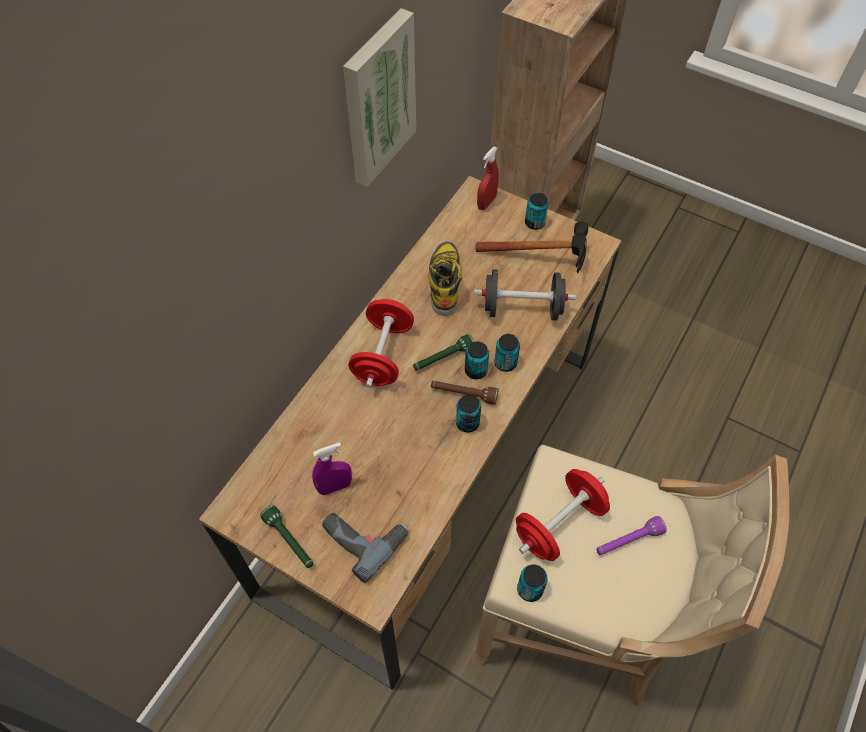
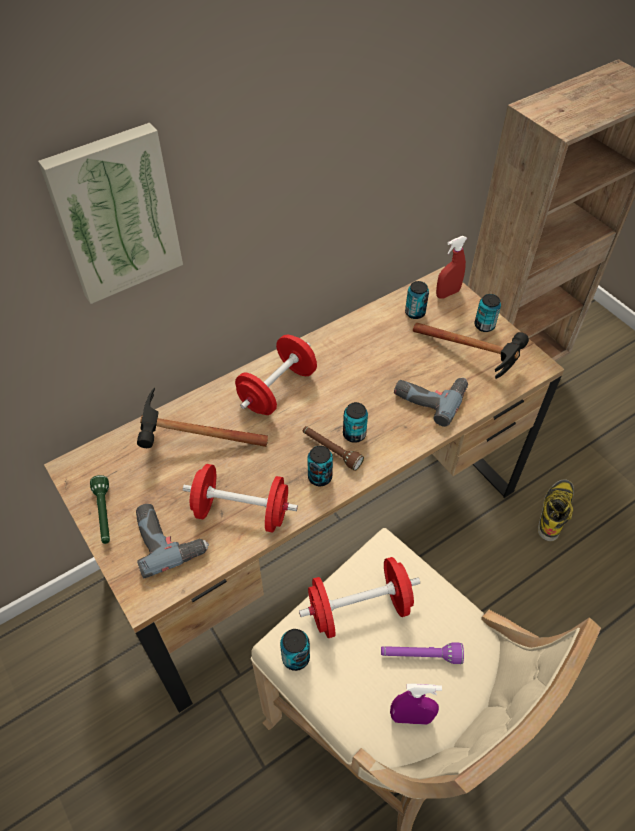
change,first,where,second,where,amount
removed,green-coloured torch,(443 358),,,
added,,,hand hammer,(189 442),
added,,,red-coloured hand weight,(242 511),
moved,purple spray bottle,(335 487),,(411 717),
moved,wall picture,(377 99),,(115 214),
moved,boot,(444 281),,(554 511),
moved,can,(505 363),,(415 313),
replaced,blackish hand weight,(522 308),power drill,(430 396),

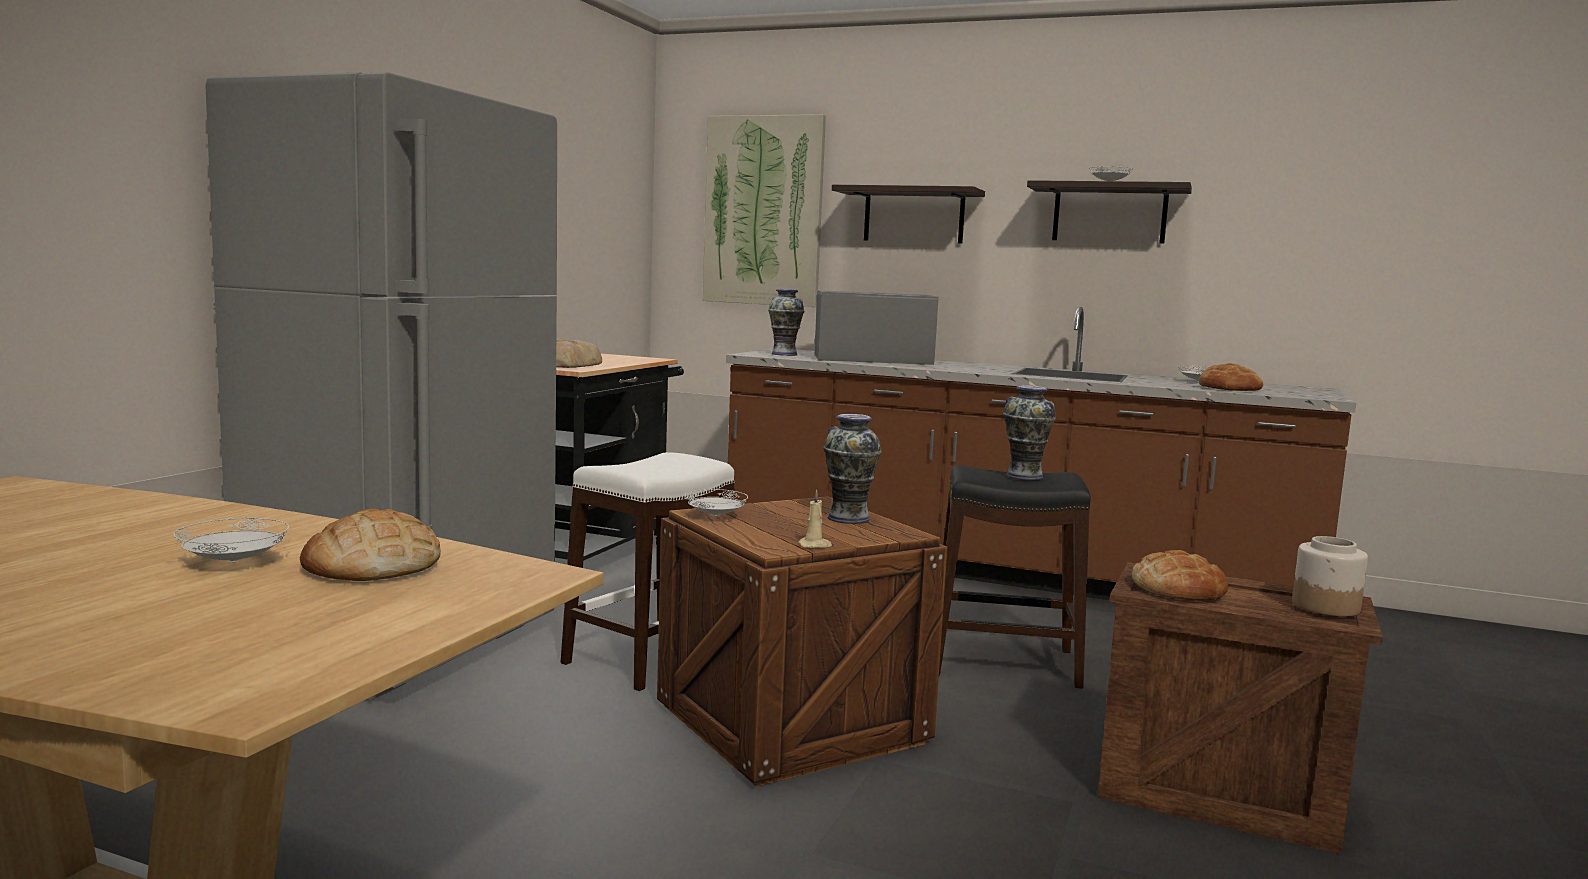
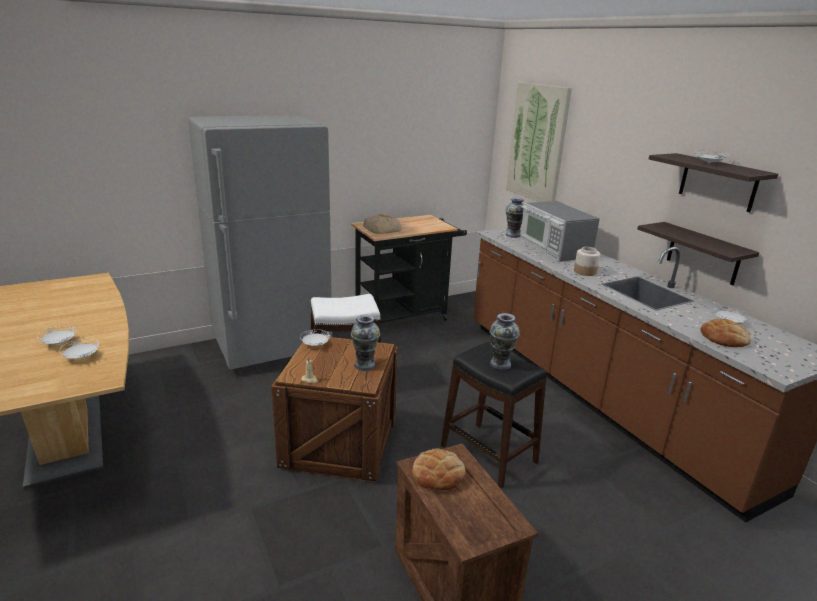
change,first,where,second,where,amount
moved,shelf,(914 216),,(703 254),
moved,preserve jar,(1326 606),,(585 272),
replaced,baked bread,(371 565),white-coloured dinner plate,(81 357),
turned,microwave,(871 359),,(553 249),150 degrees counterclockwise

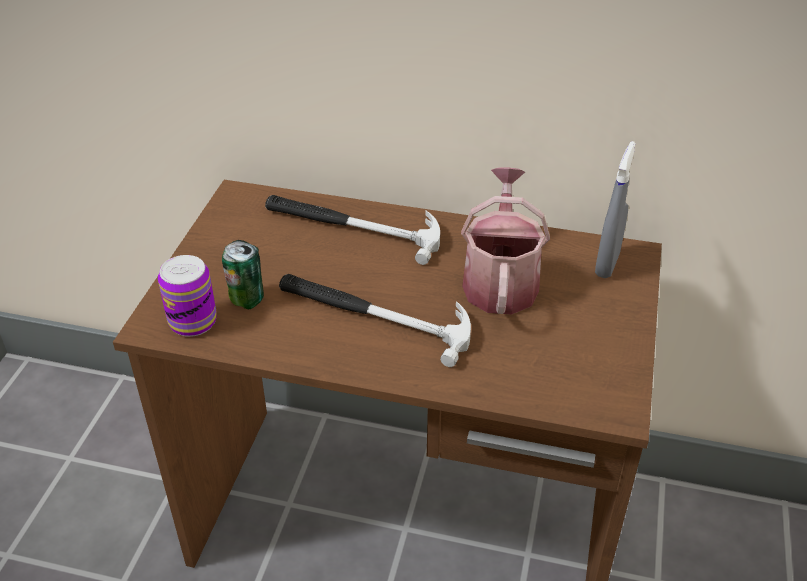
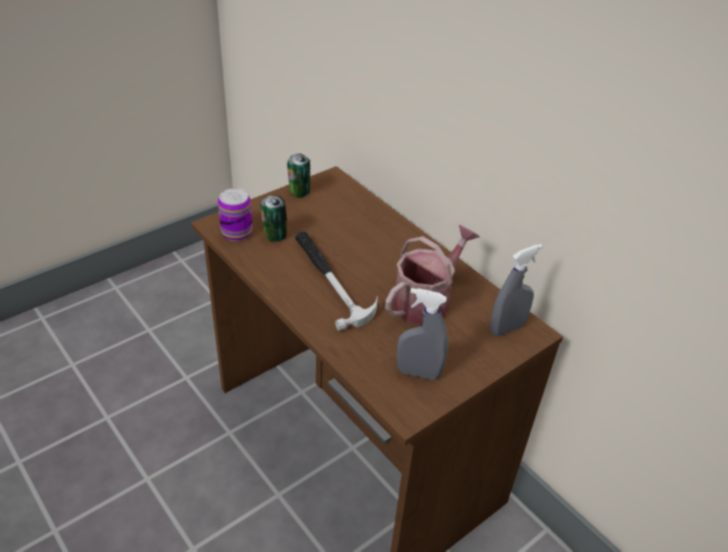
change,first,where,second,where,amount
removed,hand hammer,(352 227),,,
added,,,can,(299 192),
added,,,greyish spray bottle,(418 373),

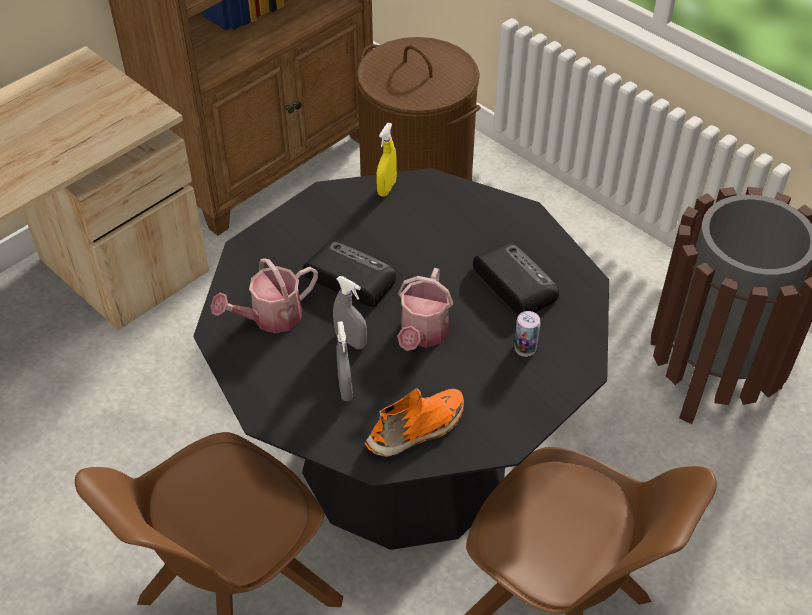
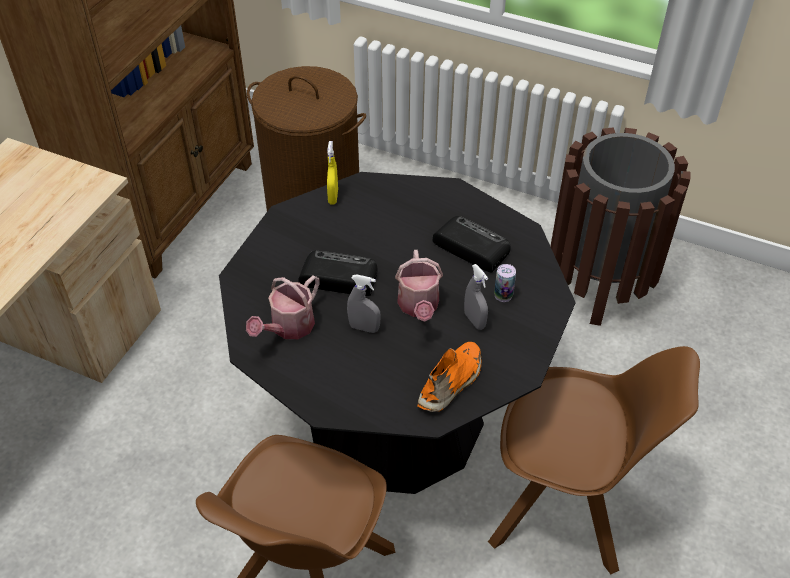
change,first,where,second,where,amount
moved,greyish spray bottle,(345 388),,(474 320),

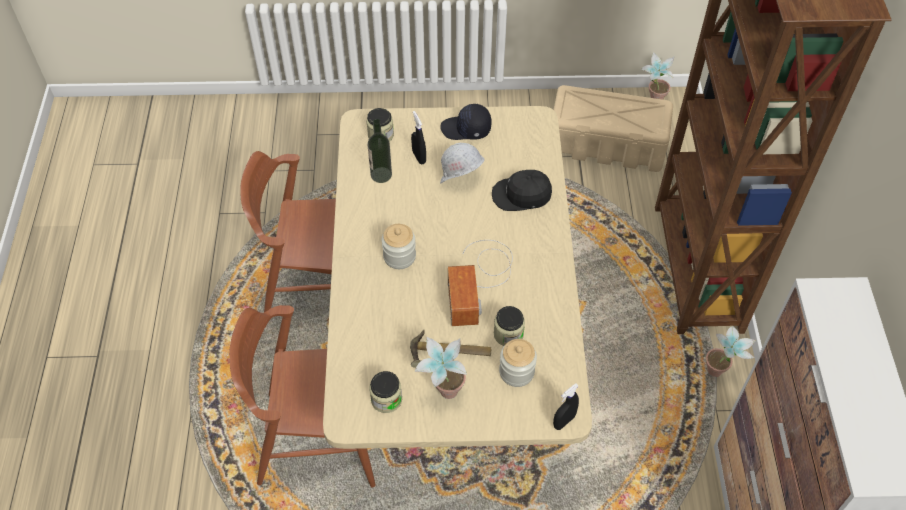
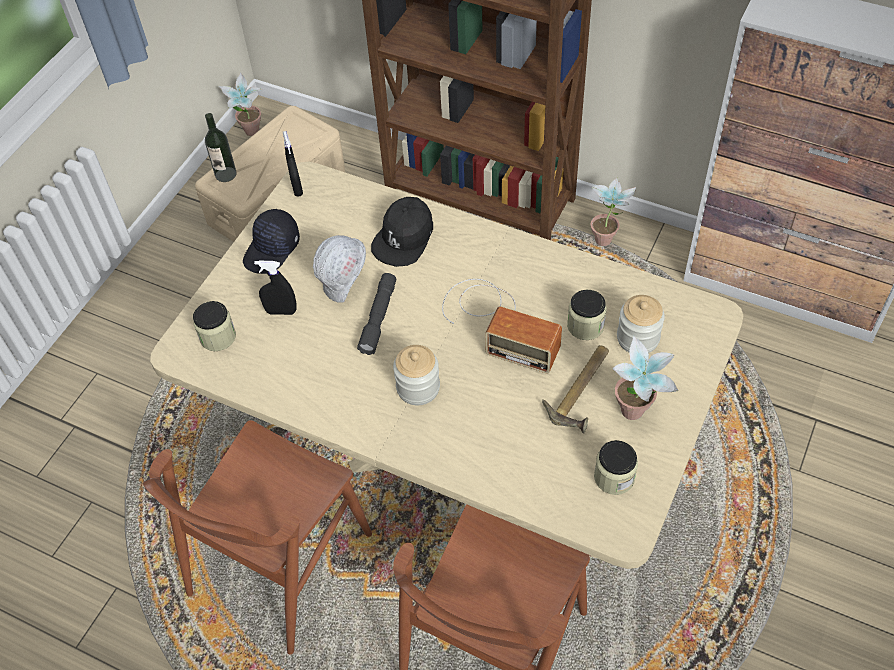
change,first,where,second,where,amount
added,,,greyish torch,(378 318),
moved,drink bottle,(381 175),,(225 174),
moved,blackish spray bottle,(564 421),,(297 188),

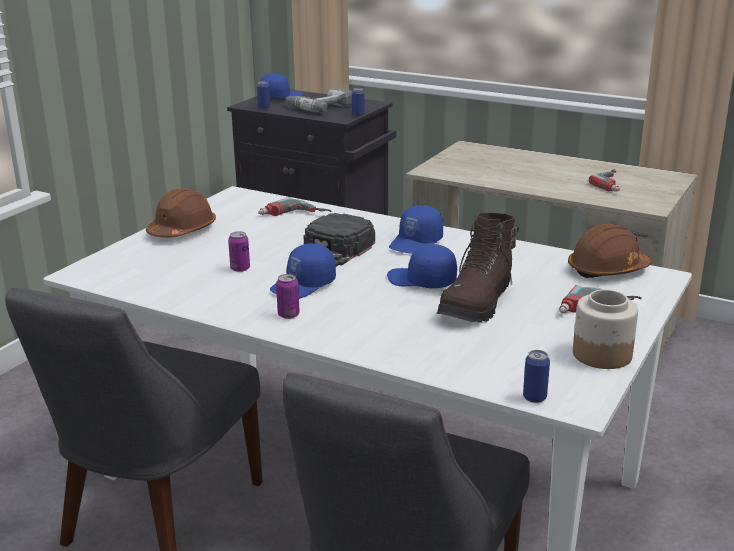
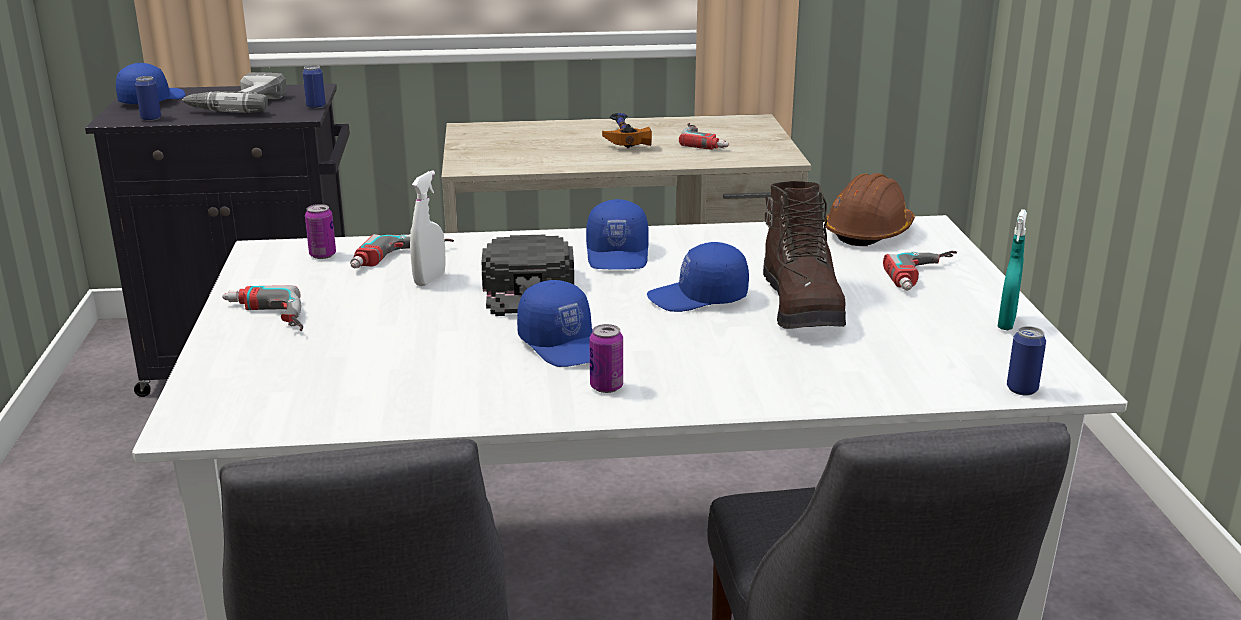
change,first,where,second,where,amount
added,,,white-coloured spray bottle,(430 279),
added,,,hand hammer,(622 138),
moved,can,(240 268),,(322 255),
replaced,brown work helmet,(182 230),power drill,(263 319),
replaced,preserve jar,(601 354),blue-green spray bottle,(1006 323),
turned,blue-coloured cap,(304 285),,(564 344),45 degrees counterclockwise

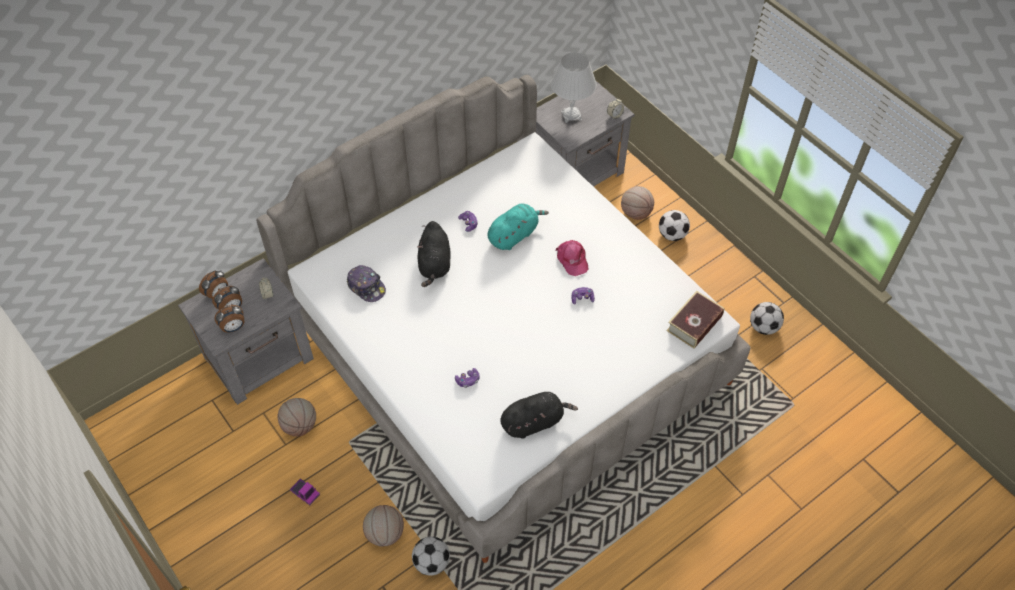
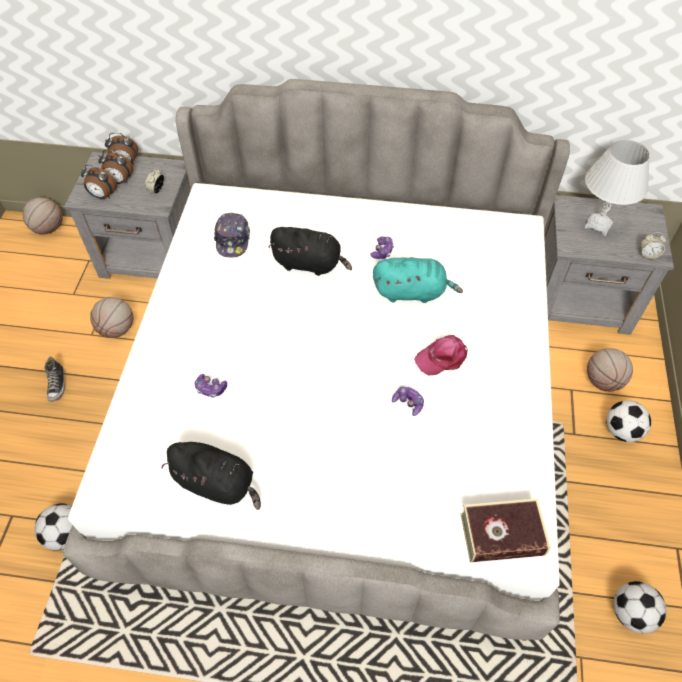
change,first,where,second,where,amount
moved,ball for basketball,(385 533),,(48 228),
replaced,model truck,(305 493),low shoe,(57 385),
turned,blackish plush toy,(434 264),,(310 264),120 degrees counterclockwise
turned,pinkish cap,(572 259),,(442 357),45 degrees clockwise

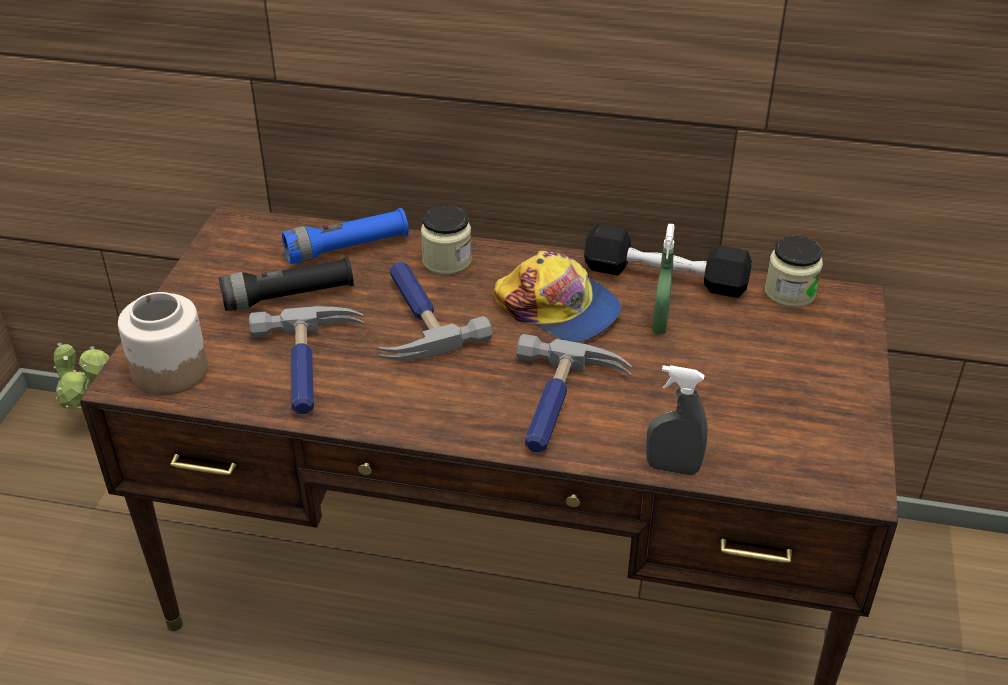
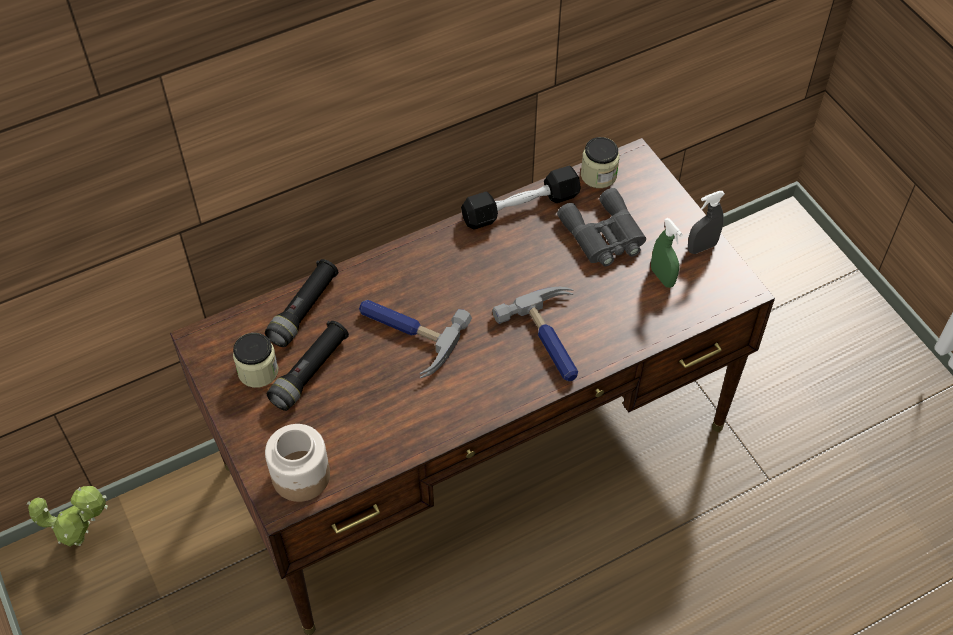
change,first,where,second,where,amount
removed,hand hammer,(309 367),,,
removed,cap,(558 308),,,
added,,,greyish pair of binoculars,(604 236),
moved,preserve jar,(447 261),,(258 371),
moved,greyish spray bottle,(672 468),,(701 247),
moved,green-coloured spray bottle,(660 323),,(662 277),
recoloured,blue-coloured torch,(347 248),blackish torch,(304 310),

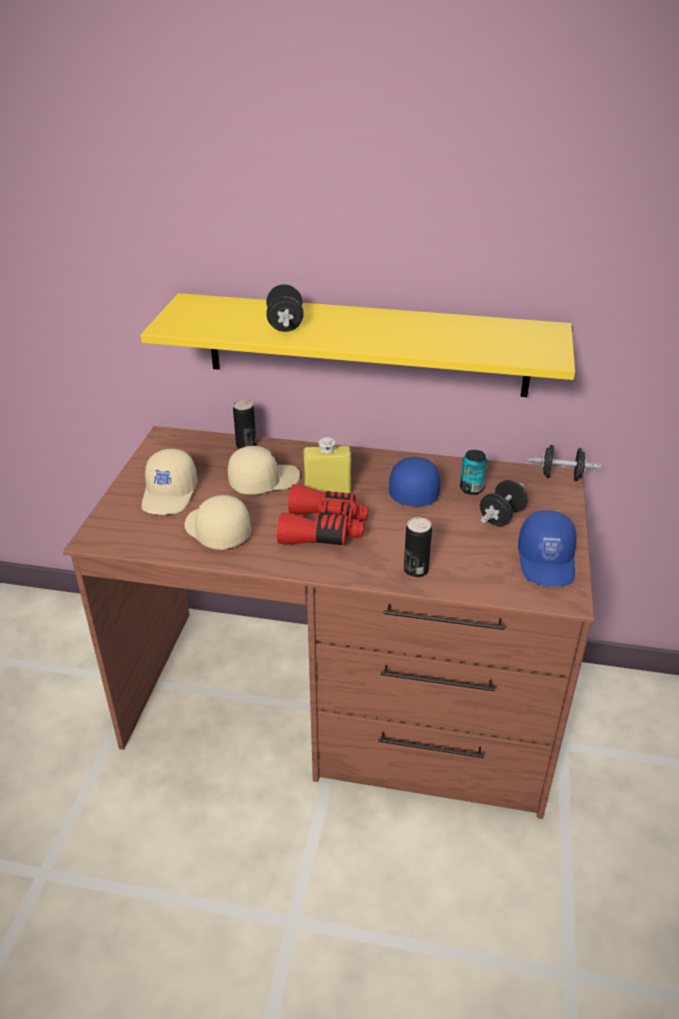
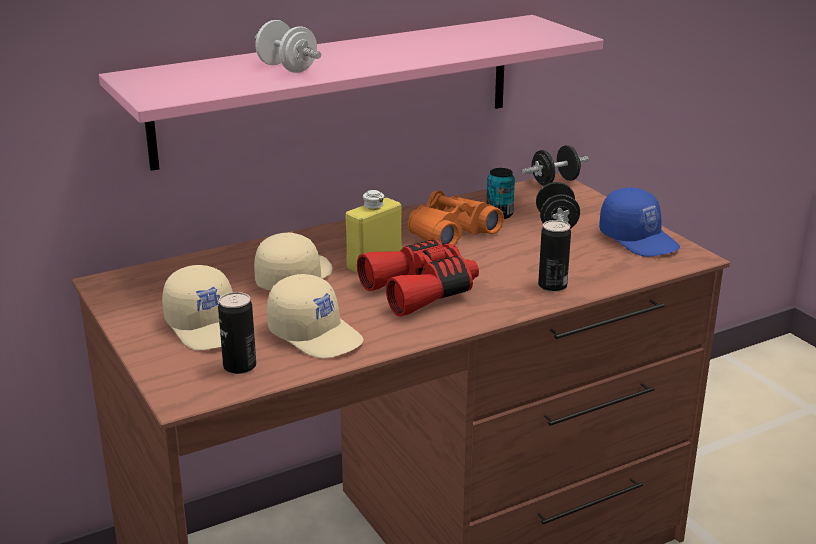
change,first,where,second,where,amount
moved,can,(246 445),,(240 366),
replaced,blue-coloured cap,(412 489),orange pair of binoculars,(450 233),
recoloured,yellowish shelf,(366 345),pinkish shelf,(337 89),
recoloured,blackish hand weight,(285 325),white-coloured hand weight,(287 68),
turned,beige cap,(216 531),,(316 335),150 degrees counterclockwise

